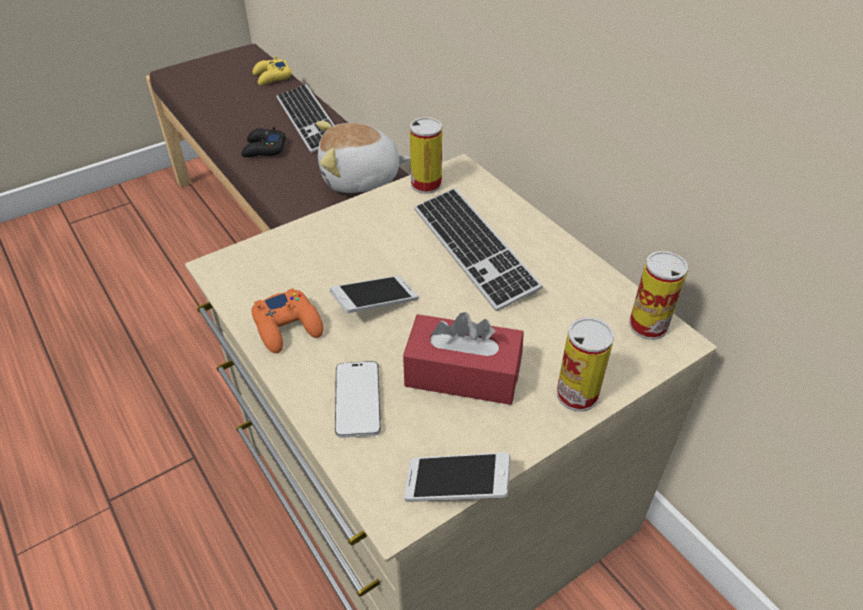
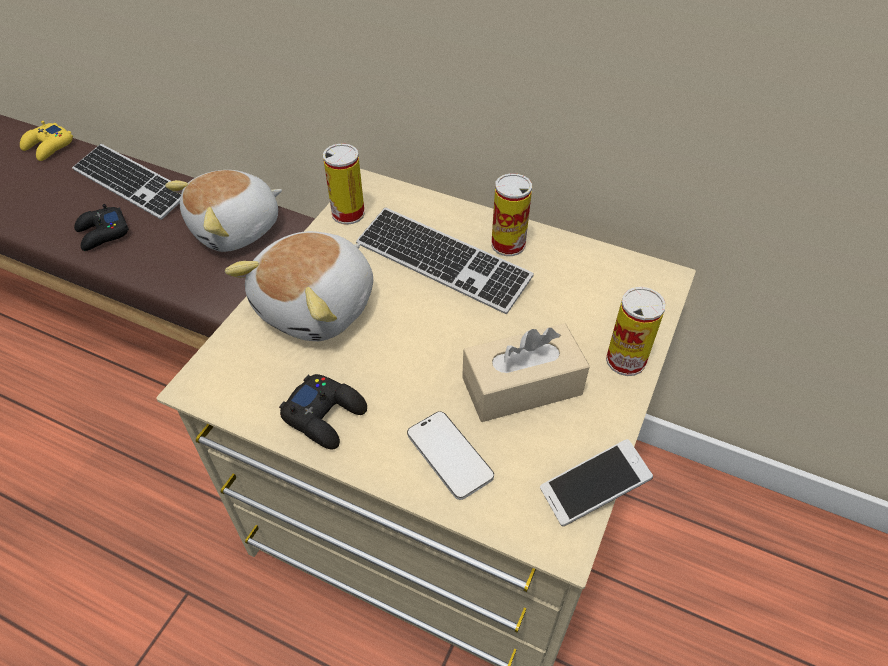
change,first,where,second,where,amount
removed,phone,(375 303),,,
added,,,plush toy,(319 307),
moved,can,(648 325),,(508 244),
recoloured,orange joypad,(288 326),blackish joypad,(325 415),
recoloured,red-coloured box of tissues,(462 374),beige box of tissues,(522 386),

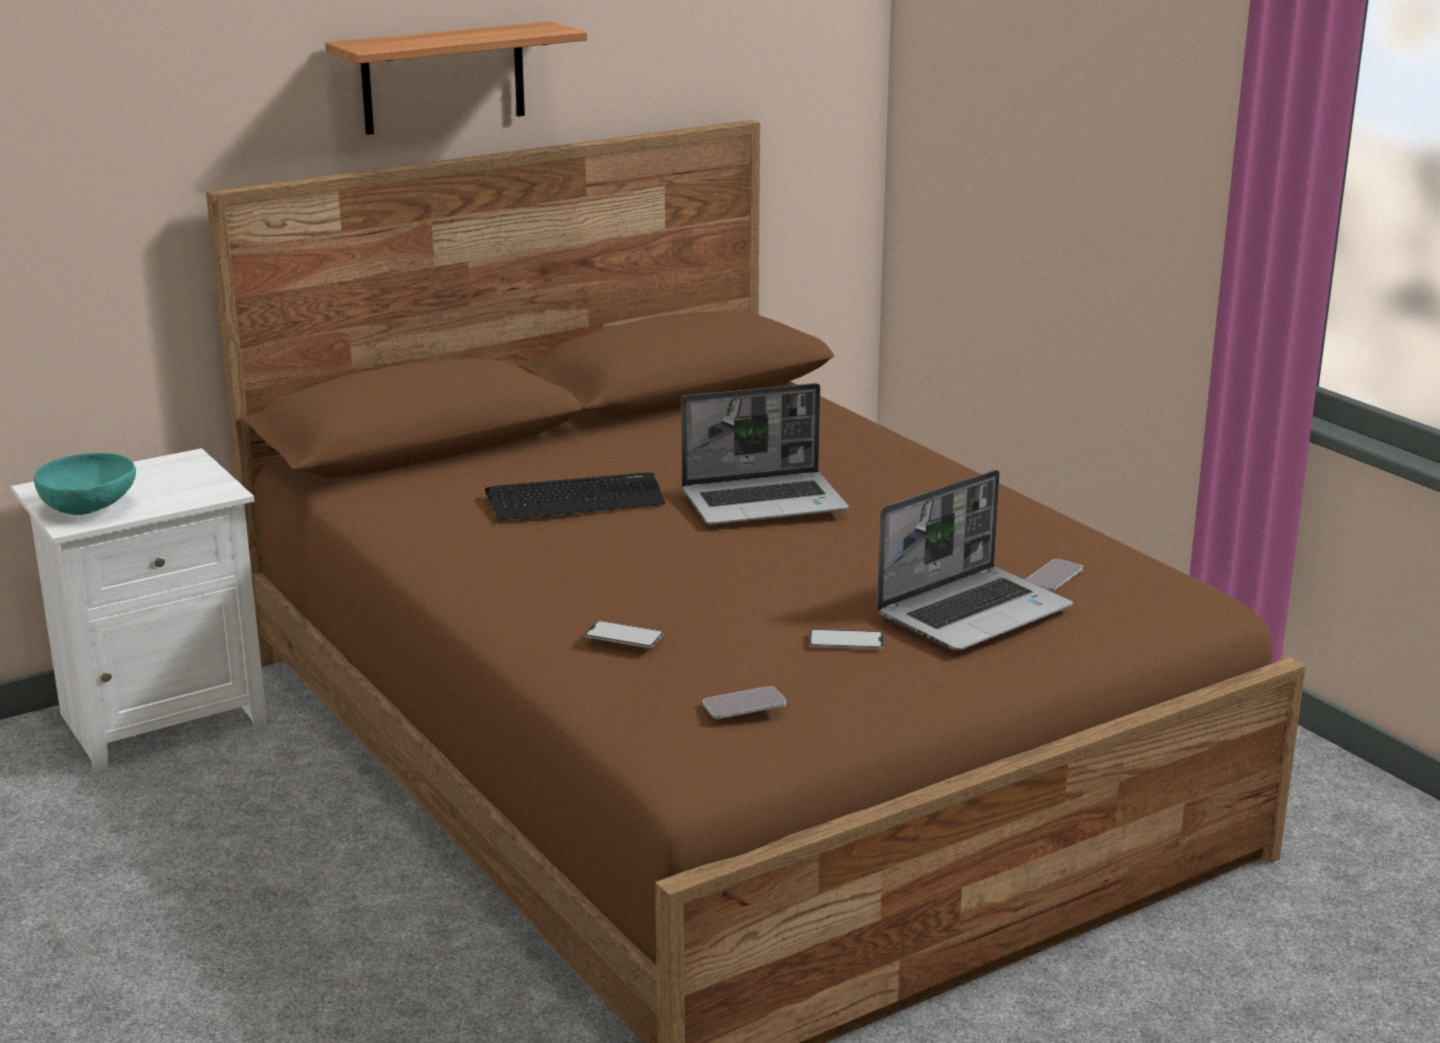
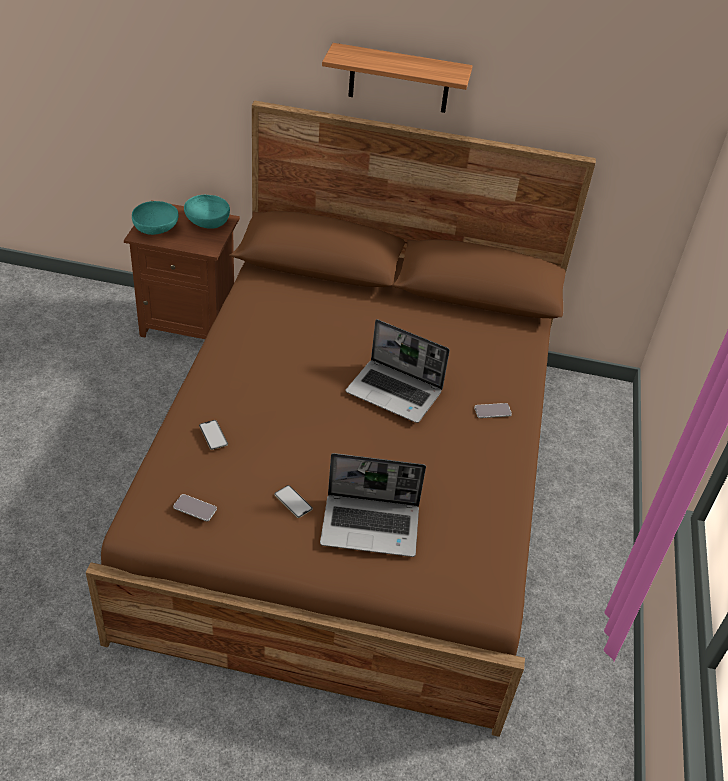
change,first,where,second,where,amount
removed,PC keyboard,(576 499),,,
added,,,blue-green serving bowl,(207 223),
moved,phone,(1054 576),,(492 411),
recoloured,white-coloured night table,(160 718),brown night table,(189 323),

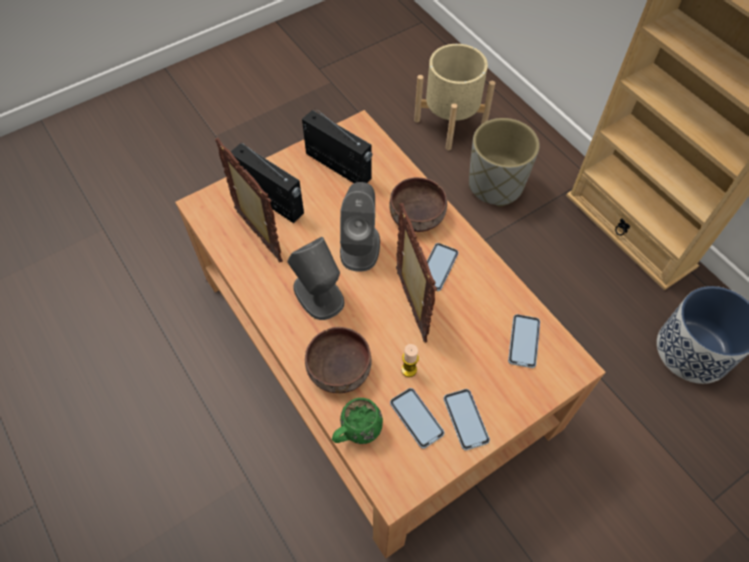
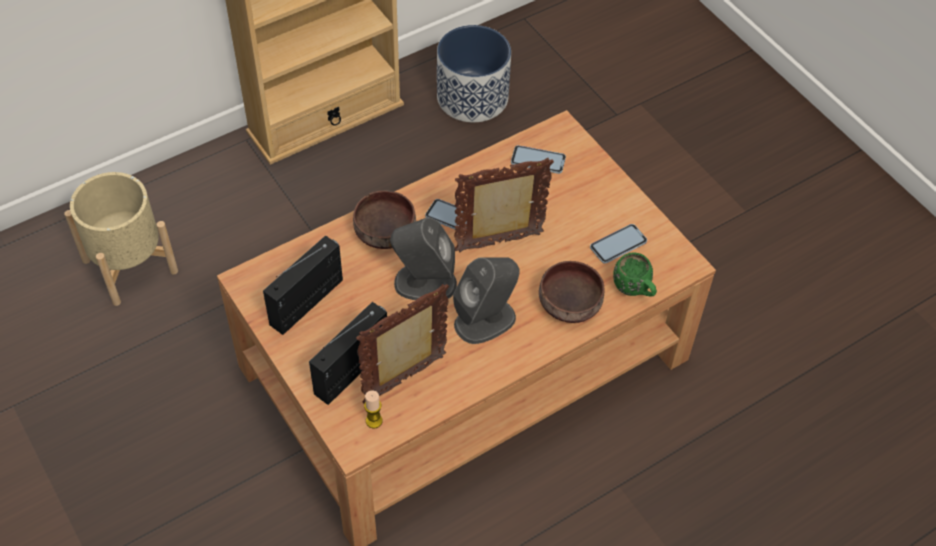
change,first,where,second,where,amount
removed,phone,(465 419),,,
removed,greyish flower pot,(496 185),,,
moved,wax candle,(409 369),,(374 421),

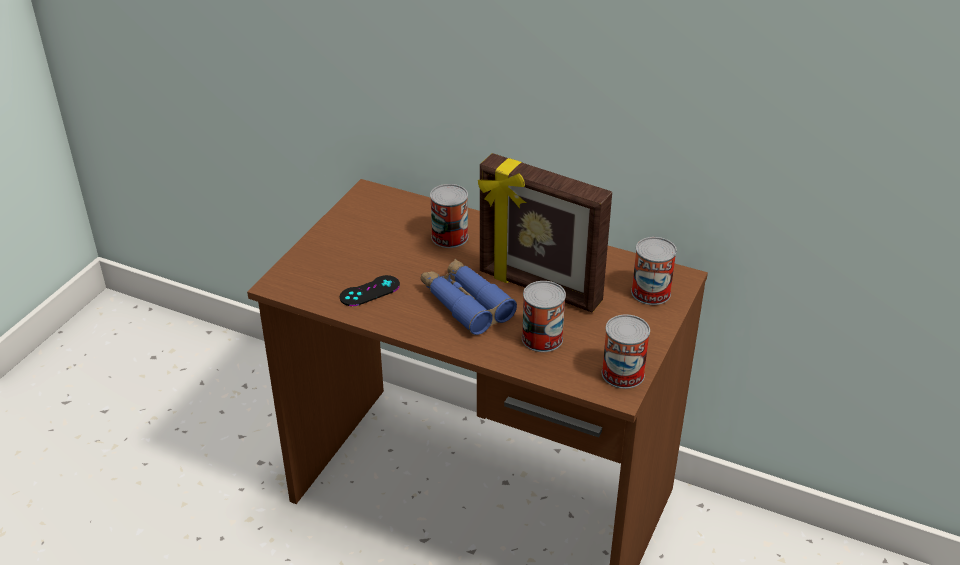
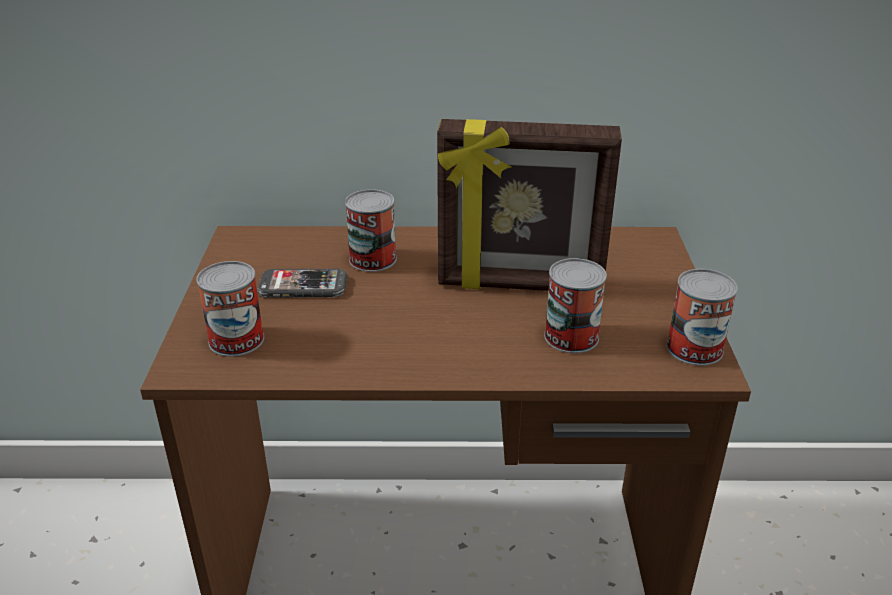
change,first,where,second,where,amount
removed,blackish joypad,(369 291),,,
removed,blue-coloured pair of binoculars,(466 304),,,
added,,,phone,(303 286),
moved,can,(651 292),,(236 340),

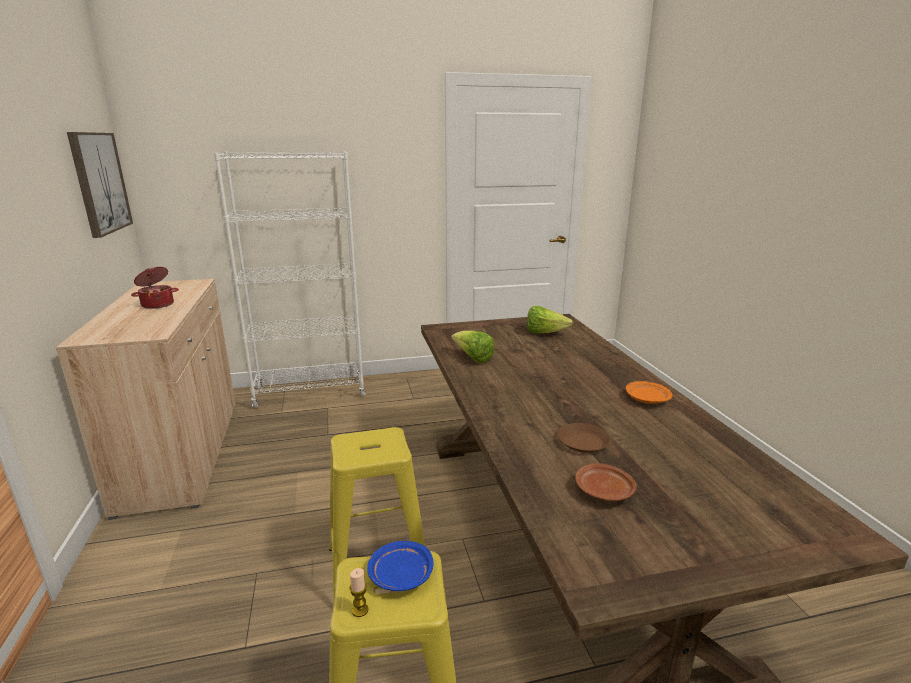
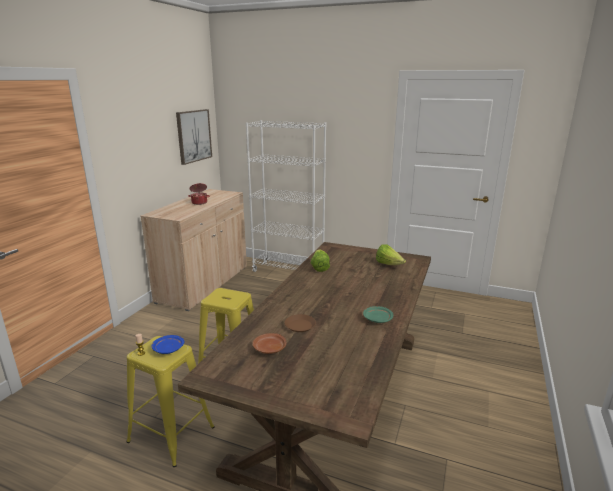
change,first,where,second,where,amount
recoloured,orange dinner plate,(646 399),green-coloured dinner plate,(377 319),

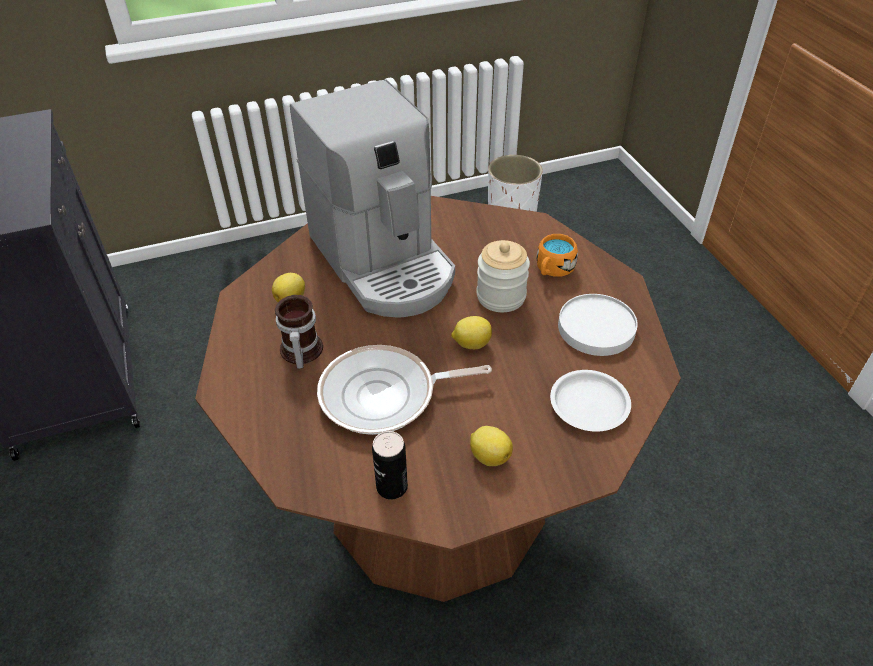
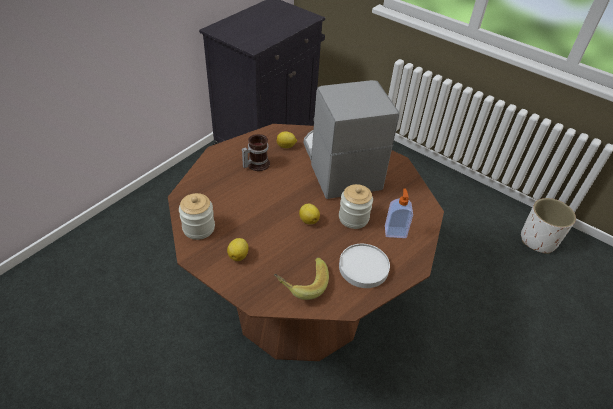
change,first,where,second,where,amount
removed,pan,(385 396),,,
replaced,can,(392 487),preserve jar,(198 228),
replaced,orange mug,(552 270),liquid soap bottle,(395 231),
replaced,white-coloured dinner plate,(588 404),whole banana,(301 283),
turned,coffee brewer,(384 262),,(339 164),135 degrees clockwise

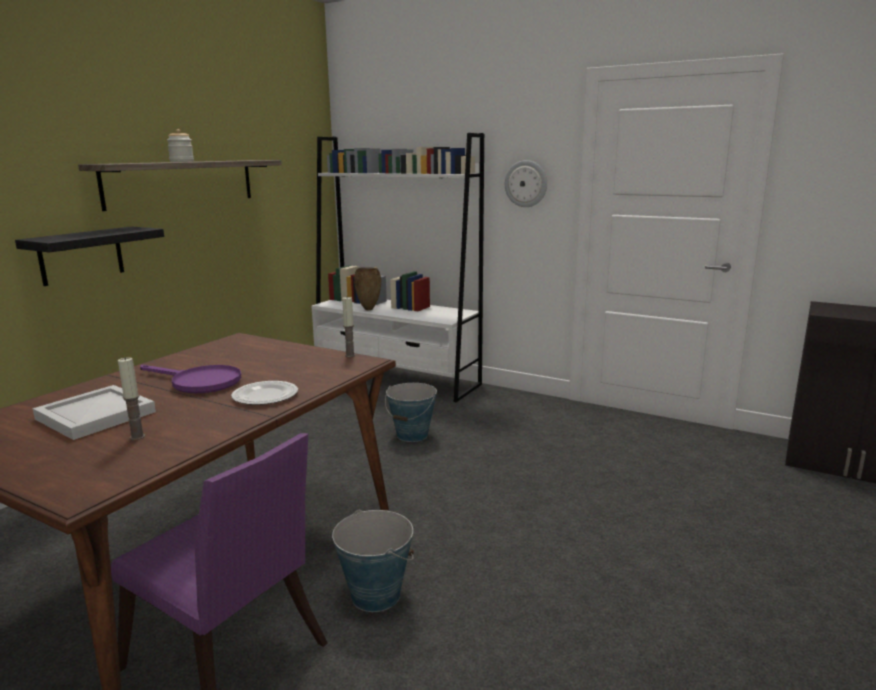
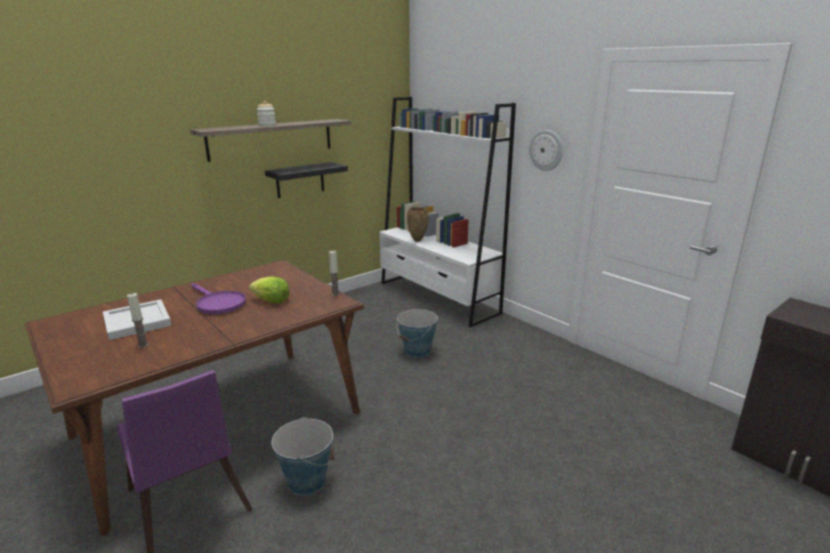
change,first,where,second,where,amount
removed,dinner plate,(266 395),,,
added,,,lettuce,(271 301),
moved,blackish shelf,(81 255),,(300 180),

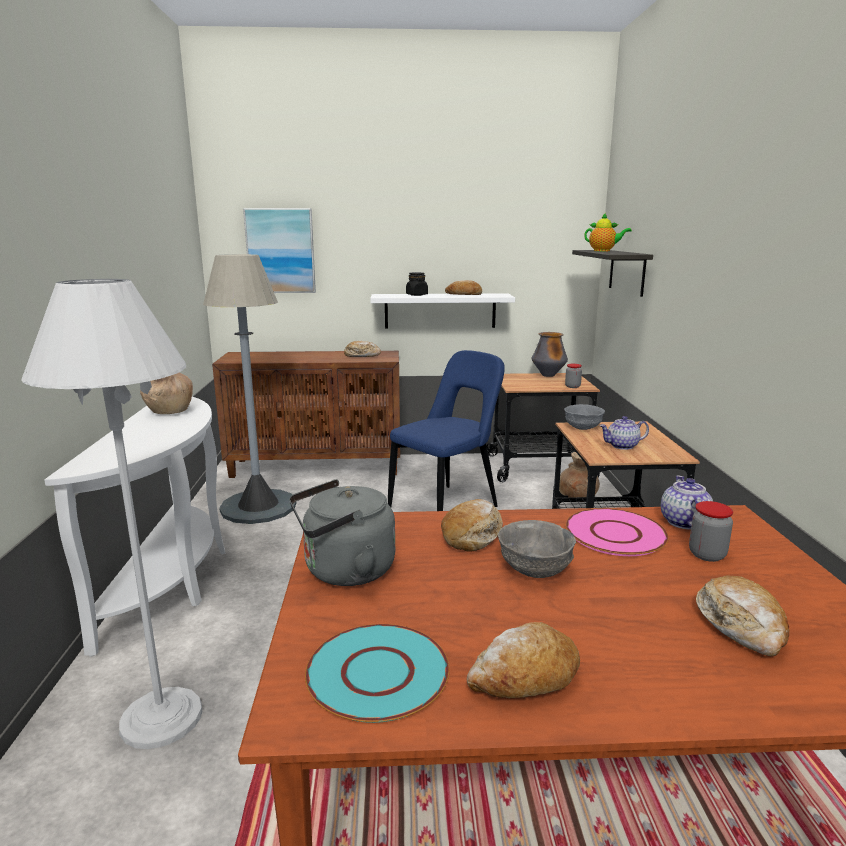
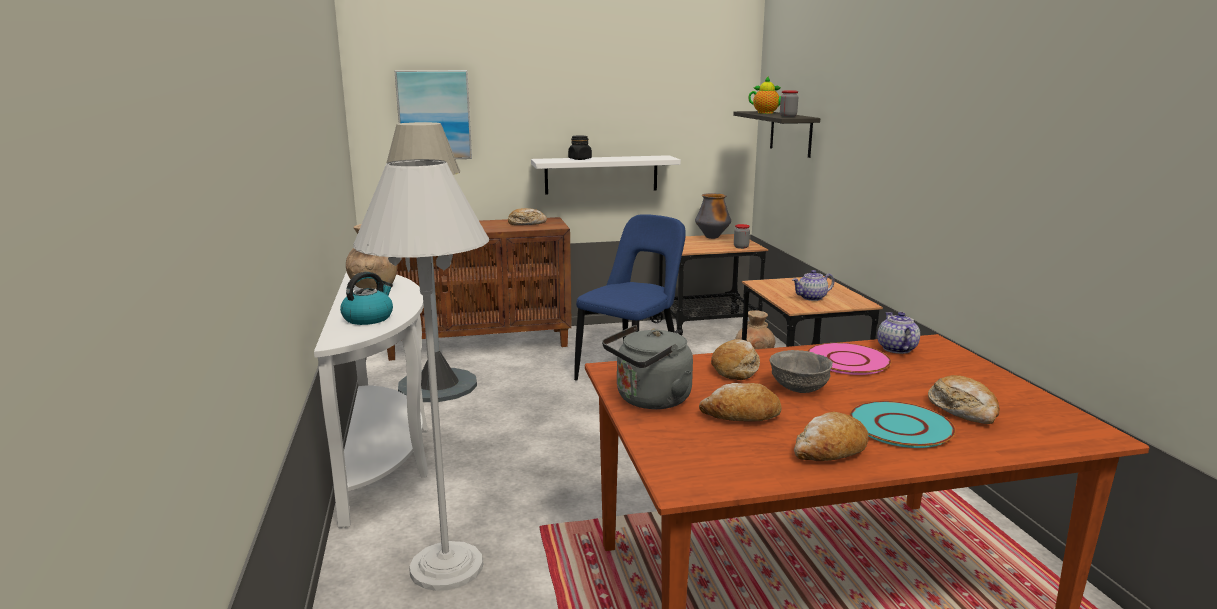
change,first,where,second,where,amount
removed,greyish serving bowl,(583 427),,,
added,,,water kettle,(368 318),
moved,blue-green dinner plate,(376 673),,(900 426),
moved,baked bread,(464 295),,(741 415),
moved,preserve jar,(707 555),,(788 116),

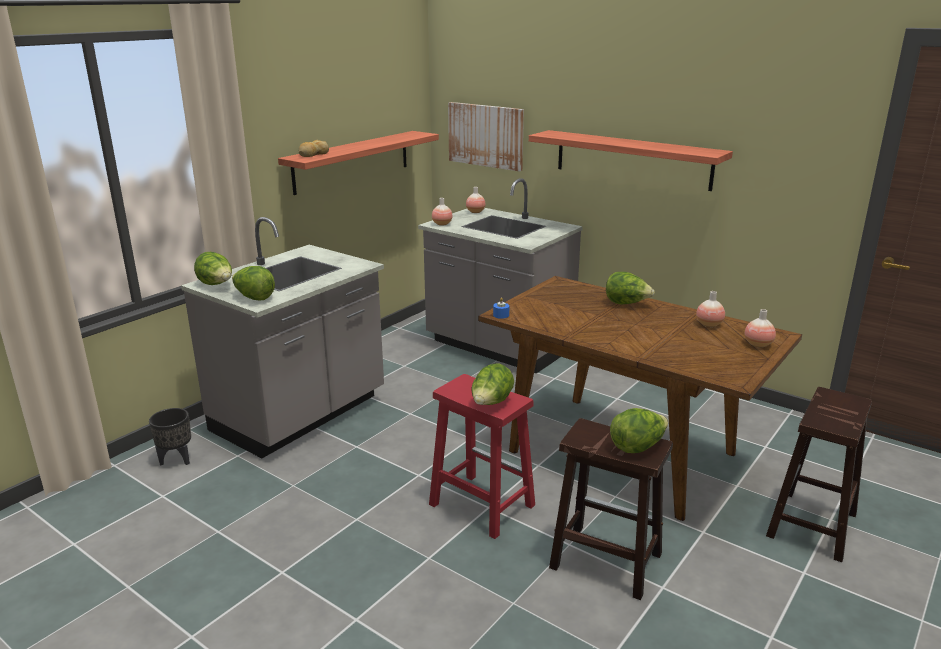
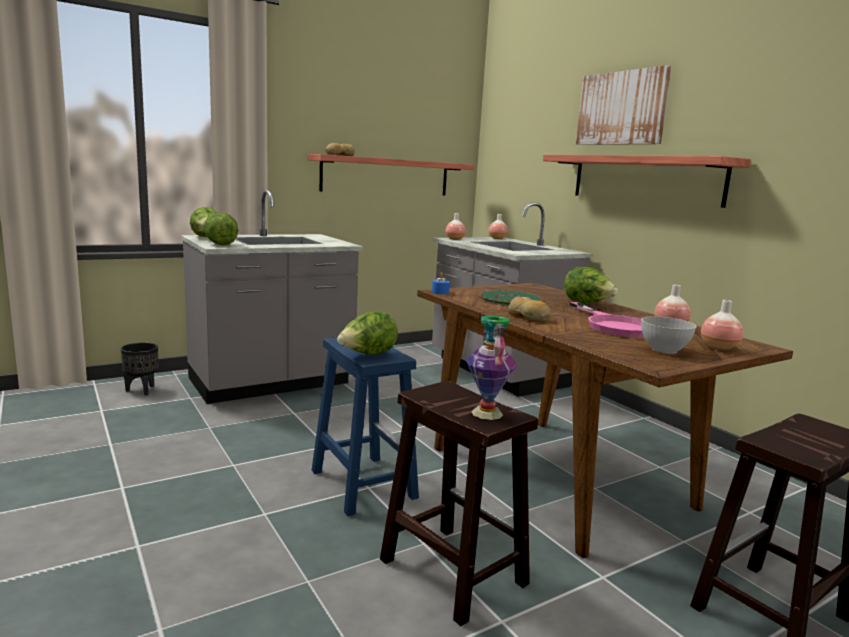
change,first,where,second,where,amount
added,,,green-coloured dinner plate,(510 299),
added,,,baked bread,(528 317),
added,,,pinkish pan,(613 325),
added,,,greyish serving bowl,(664 350),
moved,wall picture,(486 135),,(621 108),
replaced,lettuce,(637 447),decorative vase,(486 413),
recoloured,red-coloured stool seat,(480 504),blue-coloured stool seat,(362 483),

